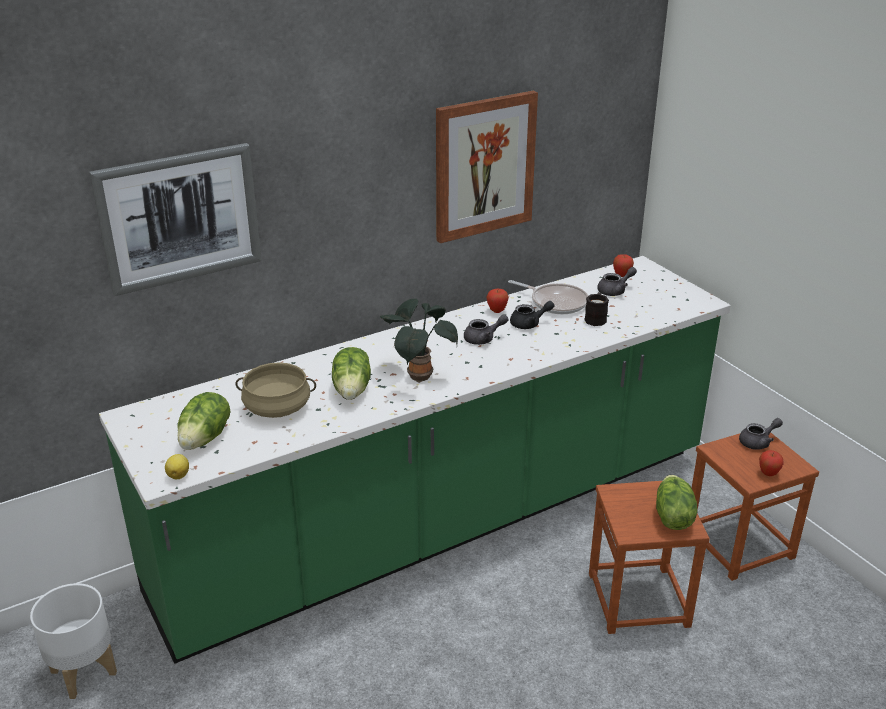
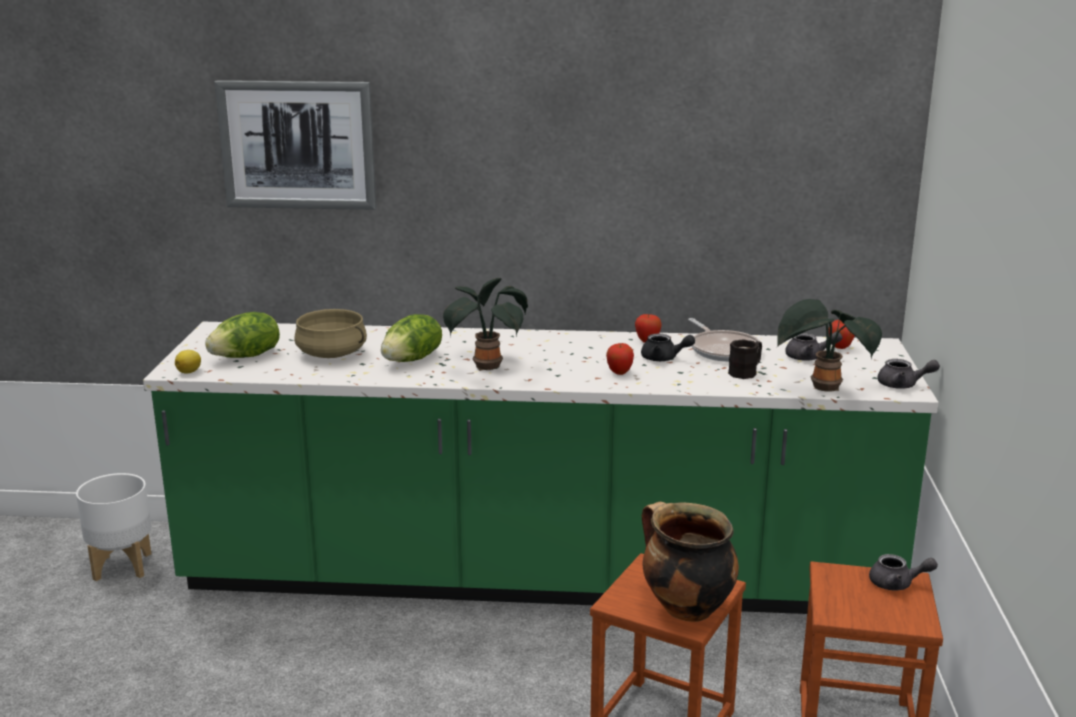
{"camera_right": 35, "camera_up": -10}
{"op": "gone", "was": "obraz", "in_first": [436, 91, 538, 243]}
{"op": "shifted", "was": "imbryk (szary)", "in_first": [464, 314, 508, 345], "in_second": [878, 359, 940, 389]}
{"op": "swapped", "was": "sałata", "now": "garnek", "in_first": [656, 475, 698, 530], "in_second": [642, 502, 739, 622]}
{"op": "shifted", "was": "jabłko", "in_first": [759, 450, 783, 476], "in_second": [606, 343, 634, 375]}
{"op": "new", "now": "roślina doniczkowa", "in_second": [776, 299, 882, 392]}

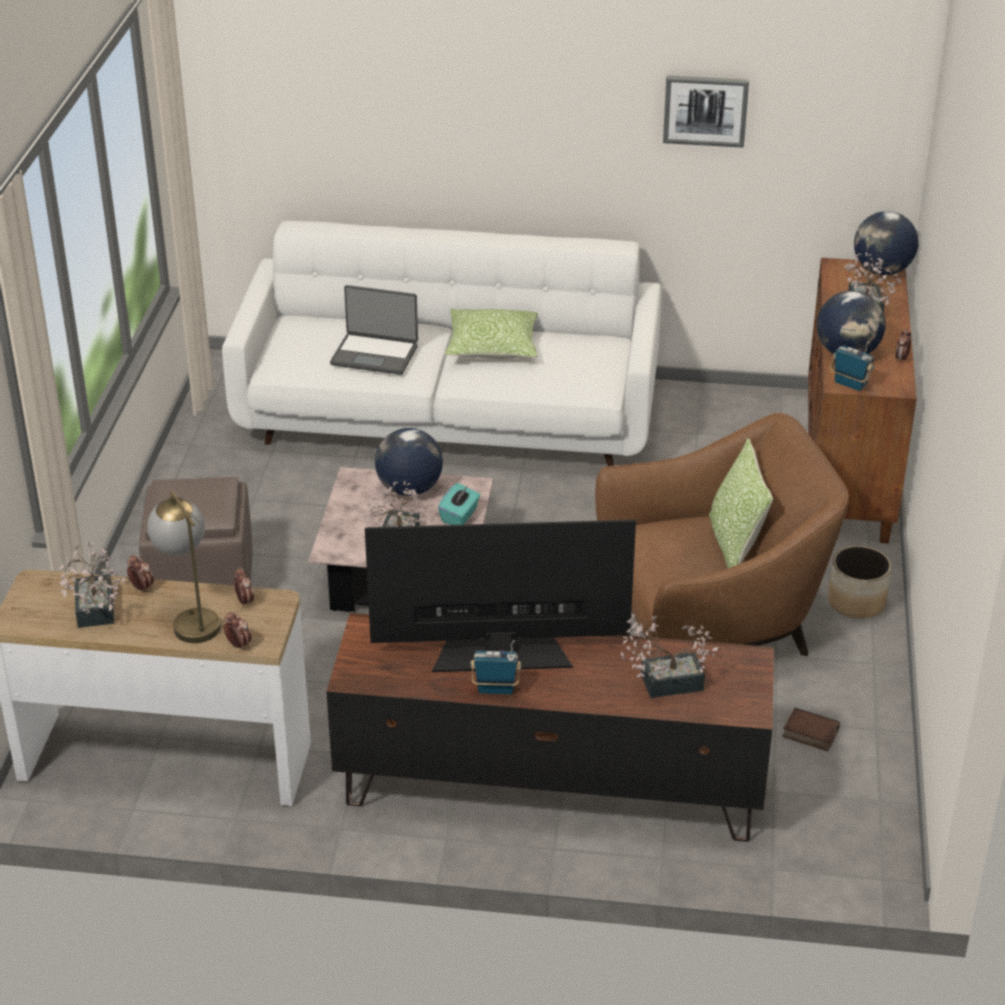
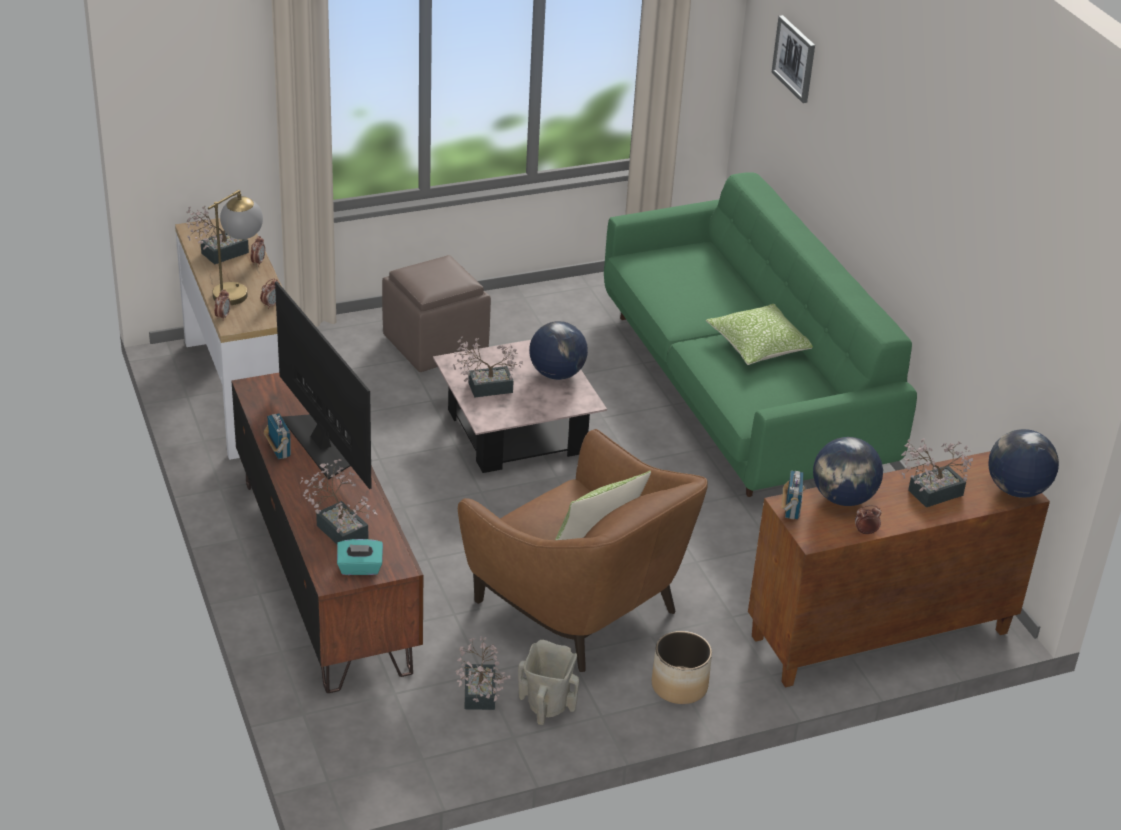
{"camera_right": 60, "camera_up": 0}
{"op": "repainted", "was": "kanapa (biały)", "now": "kanapa (zielony)", "in_first": [222, 221, 662, 466], "in_second": [604, 173, 917, 497]}
{"op": "gone", "was": "laptop", "in_first": [330, 285, 418, 375]}
{"op": "shifted", "was": "pudełko chusteczek (turkusowy)", "in_first": [438, 483, 480, 525], "in_second": [337, 539, 383, 575]}
{"op": "shifted", "was": "obraz", "in_first": [663, 76, 749, 148], "in_second": [772, 15, 815, 103]}
{"op": "swapped", "was": "książka", "now": "roślina doniczkowa", "in_first": [783, 708, 840, 751], "in_second": [455, 636, 511, 710]}
{"op": "new", "now": "wazon (beżowy)", "in_second": [518, 640, 579, 725]}

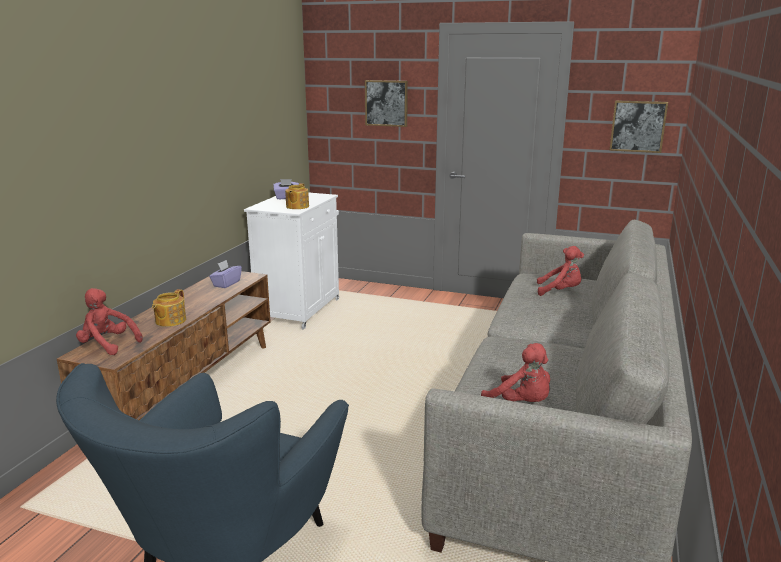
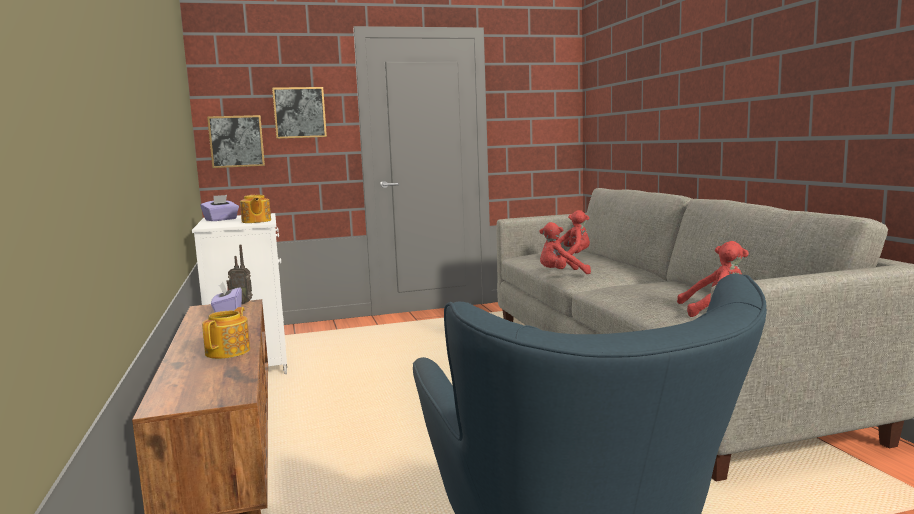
{"camera_right": -35, "camera_up": -10}
{"op": "shifted", "was": "pluszak (czerwony)", "in_first": [76, 288, 143, 355], "in_second": [539, 222, 591, 274]}
{"op": "rotated", "was": "imbryk", "in_first": [152, 289, 186, 327], "in_second": [202, 307, 250, 359], "clockwise": -150}
{"op": "shifted", "was": "obraz", "in_first": [609, 100, 668, 153], "in_second": [207, 115, 265, 168]}
{"op": "new", "now": "radio", "in_second": [226, 245, 253, 305]}

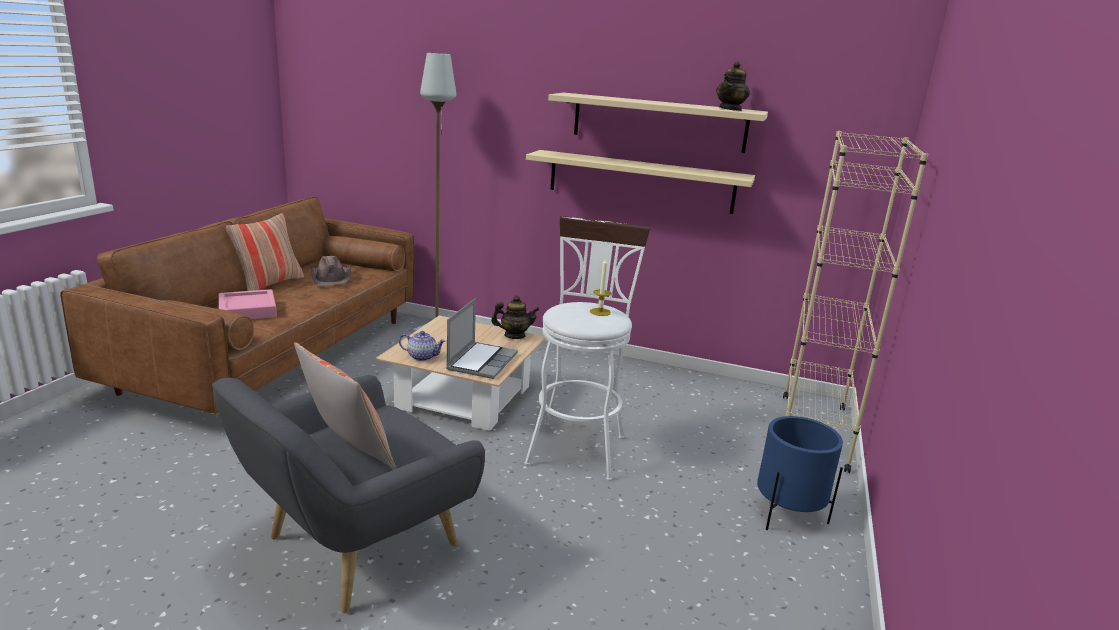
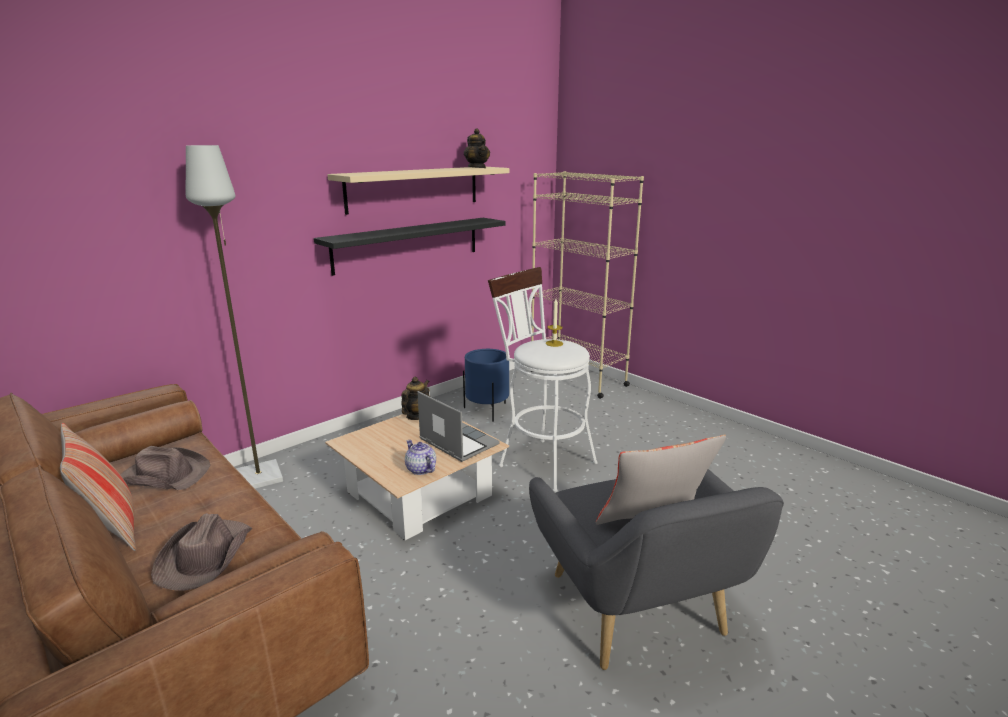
{"camera_right": -60, "camera_up": 0}
{"op": "swapped", "was": "taca (różowy)", "now": "kapelusz (brązowy)", "in_first": [219, 289, 277, 320], "in_second": [151, 513, 253, 591]}
{"op": "rotated", "was": "imbryk", "in_first": [399, 331, 445, 361], "in_second": [405, 440, 436, 475], "clockwise": -75}
{"op": "repainted", "was": "półka (beżowy)", "now": "półka (czarny)", "in_first": [526, 150, 755, 214], "in_second": [314, 218, 506, 276]}
{"op": "shifted", "was": "donica (niebieski)", "in_first": [757, 416, 843, 530], "in_second": [463, 349, 509, 422]}

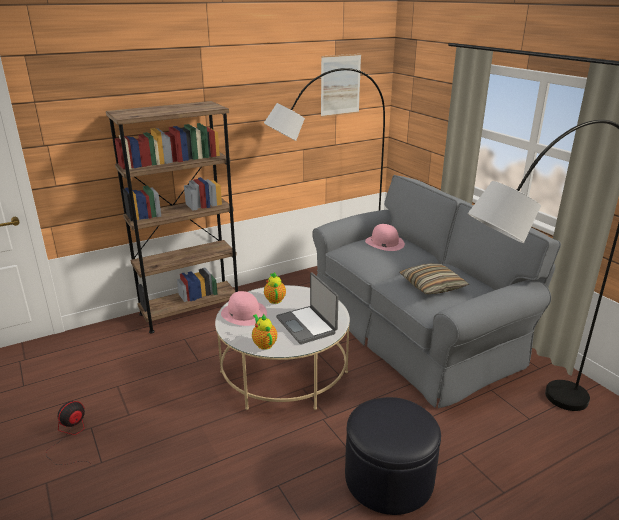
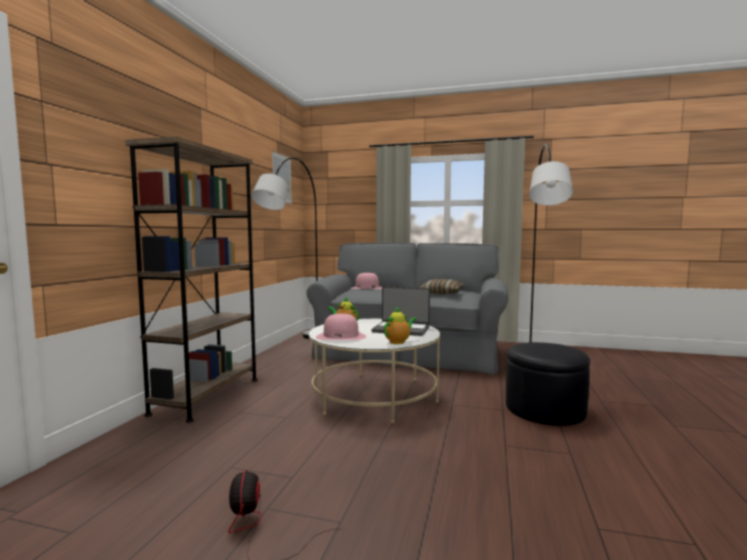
{"camera_right": -45, "camera_up": -20}
{"op": "rotated", "was": "imbryk", "in_first": [252, 313, 277, 350], "in_second": [384, 307, 417, 344], "clockwise": 120}

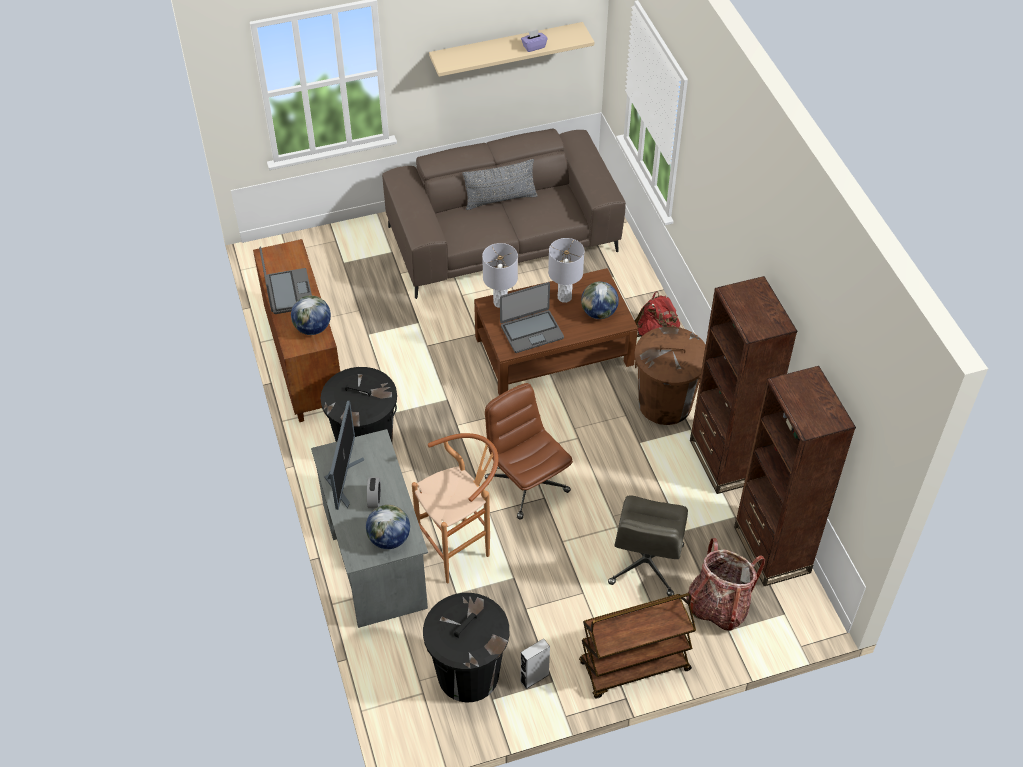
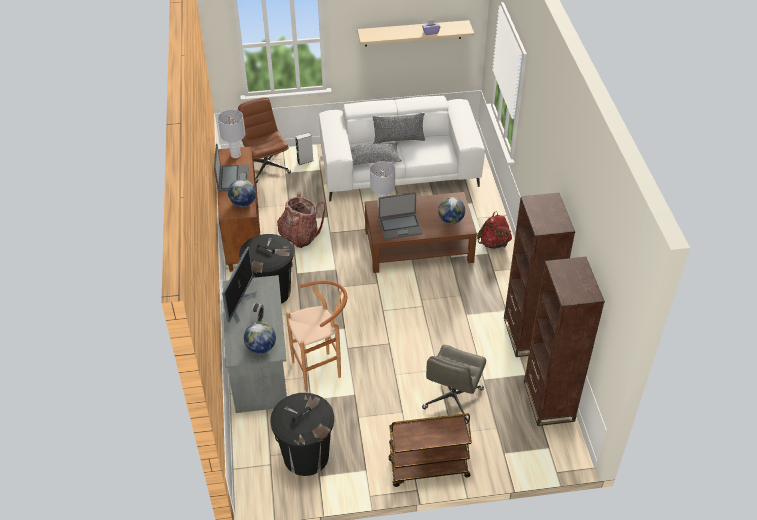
{"camera_right": 10, "camera_up": -5}
{"op": "repainted", "was": "kanapa (brązowy)", "now": "kanapa (biały)", "in_first": [382, 128, 626, 299], "in_second": [319, 96, 485, 201]}
{"op": "shifted", "was": "krzesło biurowe (brązowy)", "in_first": [485, 383, 573, 519], "in_second": [238, 97, 291, 183]}
{"op": "shifted", "was": "głośnik (szary)", "in_first": [520, 638, 550, 689], "in_second": [295, 132, 313, 165]}
{"op": "shifted", "was": "lampa stołowa (szary)", "in_first": [548, 238, 584, 303], "in_second": [218, 109, 245, 158]}
{"op": "gone", "was": "kosz na śmieci (brązowy)", "in_first": [634, 327, 706, 425]}
{"op": "shifted", "was": "plecak", "in_first": [686, 538, 765, 631], "in_second": [277, 191, 326, 248]}
{"op": "new", "now": "poduszka (szary)", "in_second": [350, 142, 402, 165]}

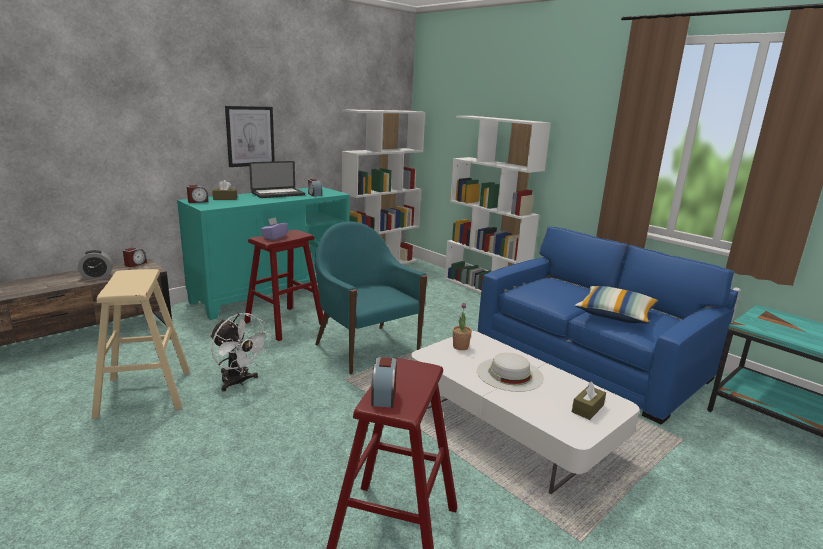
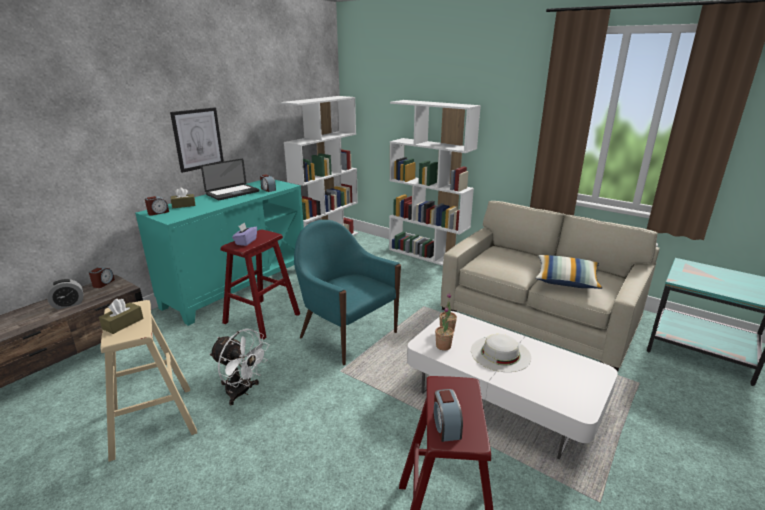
{"camera_right": -10, "camera_up": 5}
{"op": "repainted", "was": "kanapa (niebieski)", "now": "kanapa (beżowy)", "in_first": [478, 226, 738, 425], "in_second": [440, 201, 660, 371]}
{"op": "shifted", "was": "pudełko chusteczek (brązowy)", "in_first": [572, 381, 606, 420], "in_second": [99, 299, 143, 334]}
{"op": "new", "now": "roślina doniczkowa", "in_second": [435, 307, 454, 350]}

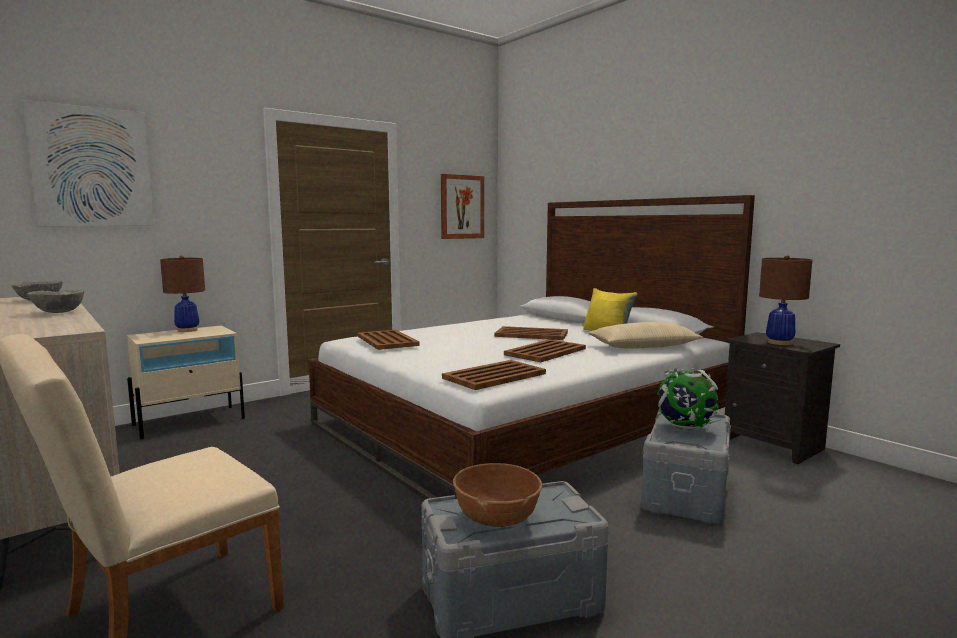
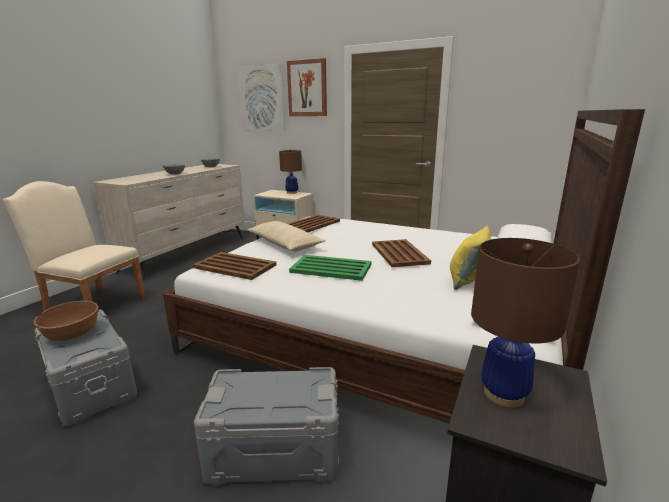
{"camera_right": 65, "camera_up": 10}
{"op": "shifted", "was": "obraz", "in_first": [441, 174, 484, 239], "in_second": [287, 58, 327, 116]}
{"op": "repainted", "was": "taca (brązowy)", "now": "taca (zielony)", "in_first": [504, 339, 586, 362], "in_second": [289, 255, 371, 281]}
{"op": "shifted", "was": "poduszka (beżowy)", "in_first": [588, 322, 703, 349], "in_second": [248, 221, 326, 251]}
{"op": "gone", "was": "globus", "in_first": [657, 368, 718, 431]}

